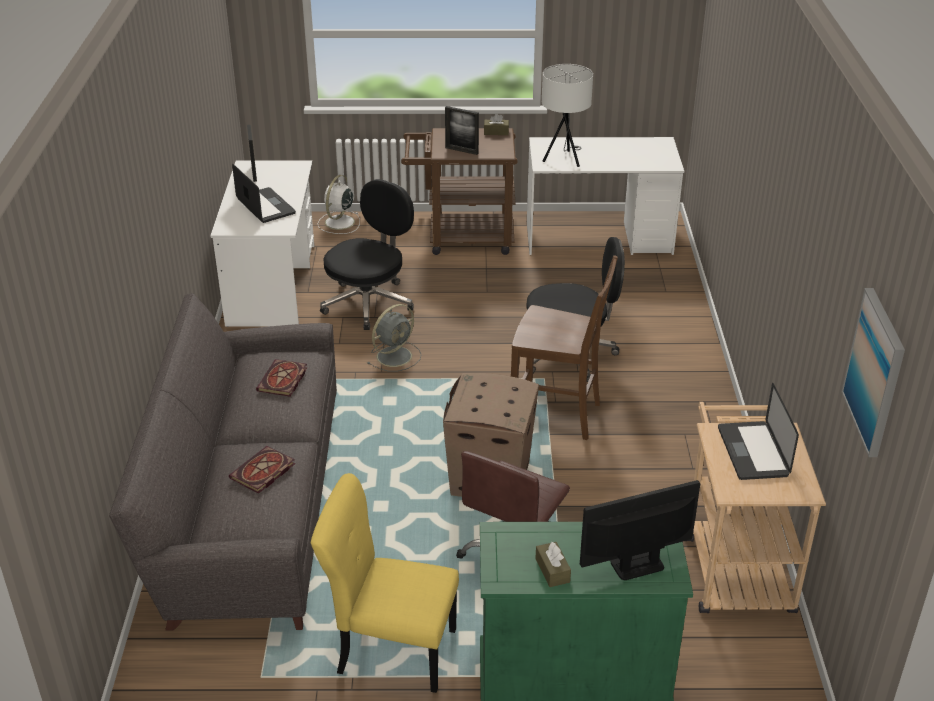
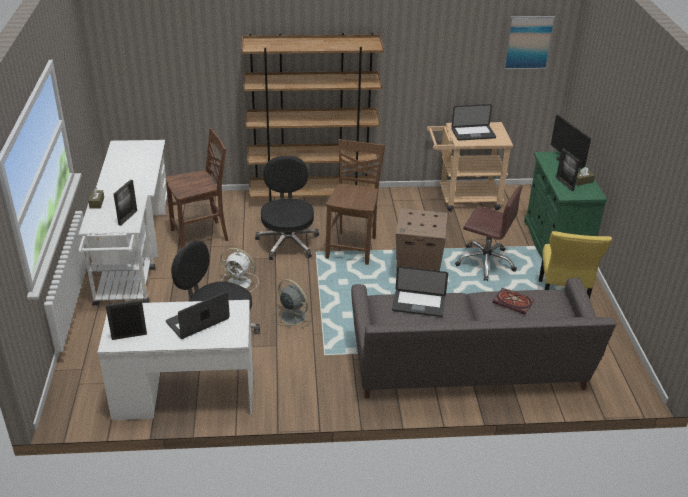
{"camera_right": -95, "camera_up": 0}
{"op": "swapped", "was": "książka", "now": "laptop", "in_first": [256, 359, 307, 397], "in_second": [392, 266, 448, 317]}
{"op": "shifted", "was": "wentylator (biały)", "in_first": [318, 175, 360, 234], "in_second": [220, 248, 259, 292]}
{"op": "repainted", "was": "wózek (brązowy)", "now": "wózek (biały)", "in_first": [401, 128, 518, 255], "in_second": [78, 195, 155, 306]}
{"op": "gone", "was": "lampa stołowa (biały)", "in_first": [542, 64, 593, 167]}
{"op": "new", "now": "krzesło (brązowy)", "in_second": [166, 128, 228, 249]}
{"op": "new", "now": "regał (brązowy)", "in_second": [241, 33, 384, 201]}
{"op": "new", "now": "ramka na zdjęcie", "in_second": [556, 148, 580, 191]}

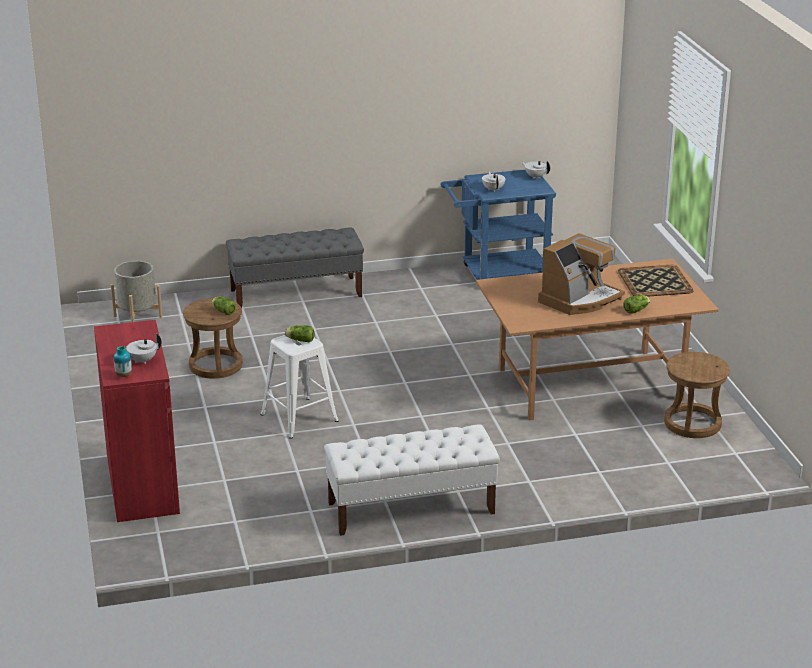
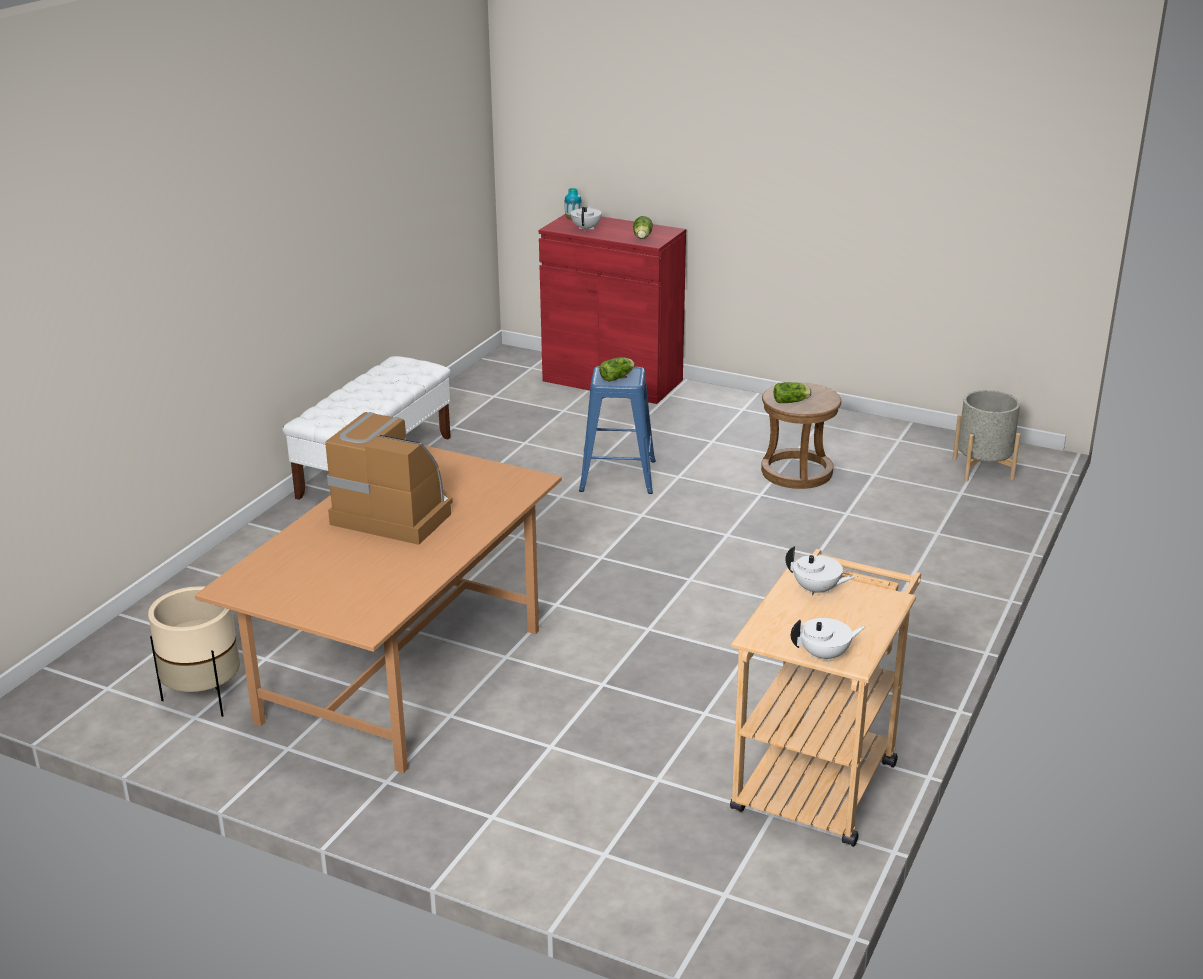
{"camera_right": 130, "camera_up": 0}
{"op": "gone", "was": "ławka (szary)", "in_first": [226, 228, 364, 308]}
{"op": "repainted", "was": "stołek (biały)", "now": "stołek (niebieski)", "in_first": [261, 335, 339, 439], "in_second": [579, 366, 656, 494]}
{"op": "repainted", "was": "wózek (niebieski)", "now": "wózek (beżowy)", "in_first": [441, 170, 556, 280], "in_second": [730, 549, 921, 847]}
{"op": "rotated", "was": "ekspres do kawy", "in_first": [538, 233, 625, 315], "in_second": [325, 412, 453, 545], "clockwise": 120}
{"op": "gone", "was": "taca", "in_first": [618, 265, 694, 296]}
{"op": "shifted", "was": "sałata", "in_first": [623, 295, 650, 314], "in_second": [633, 216, 653, 239]}
{"op": "swapped", "was": "stołek (brązowy)", "now": "donica (beżowy)", "in_first": [664, 352, 730, 438], "in_second": [148, 586, 240, 717]}

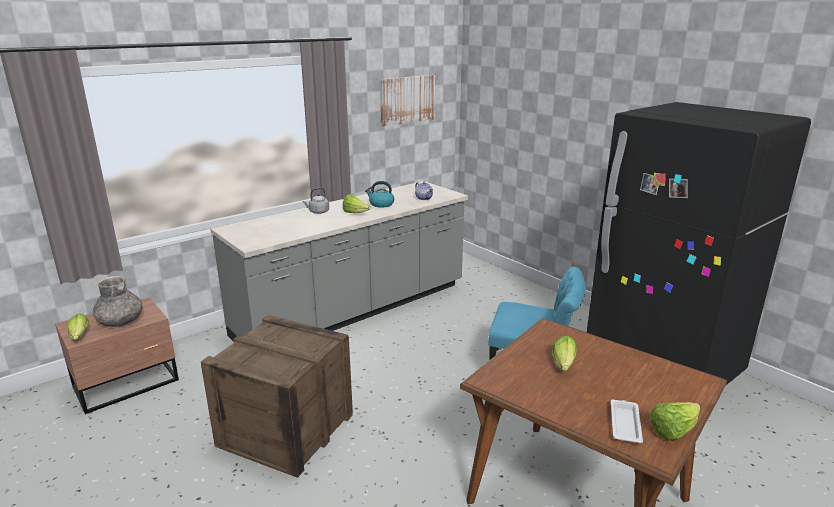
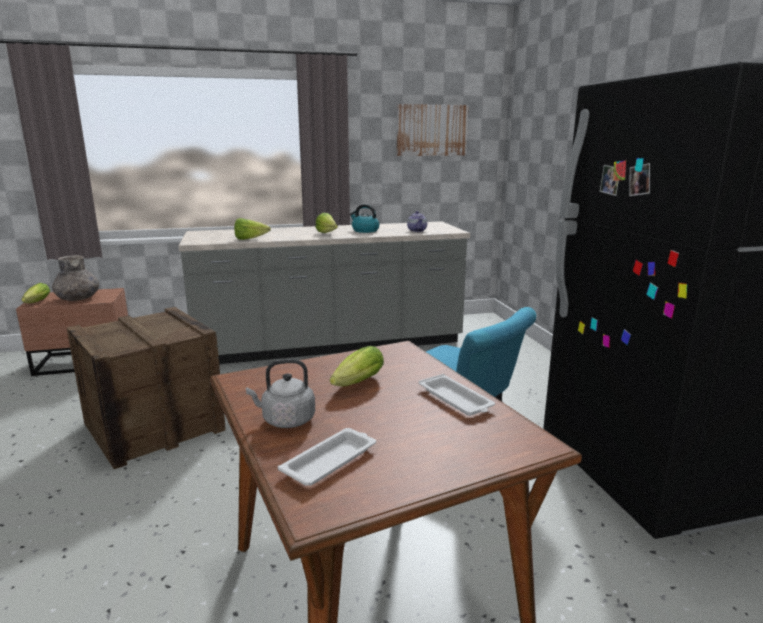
{"camera_right": 25, "camera_up": -5}
{"op": "shifted", "was": "czajnik (szary)", "in_first": [303, 188, 329, 214], "in_second": [246, 359, 315, 428]}
{"op": "shifted", "was": "sałata", "in_first": [650, 402, 700, 440], "in_second": [234, 218, 271, 240]}
{"op": "new", "now": "taca (biały)", "in_second": [419, 374, 495, 416]}

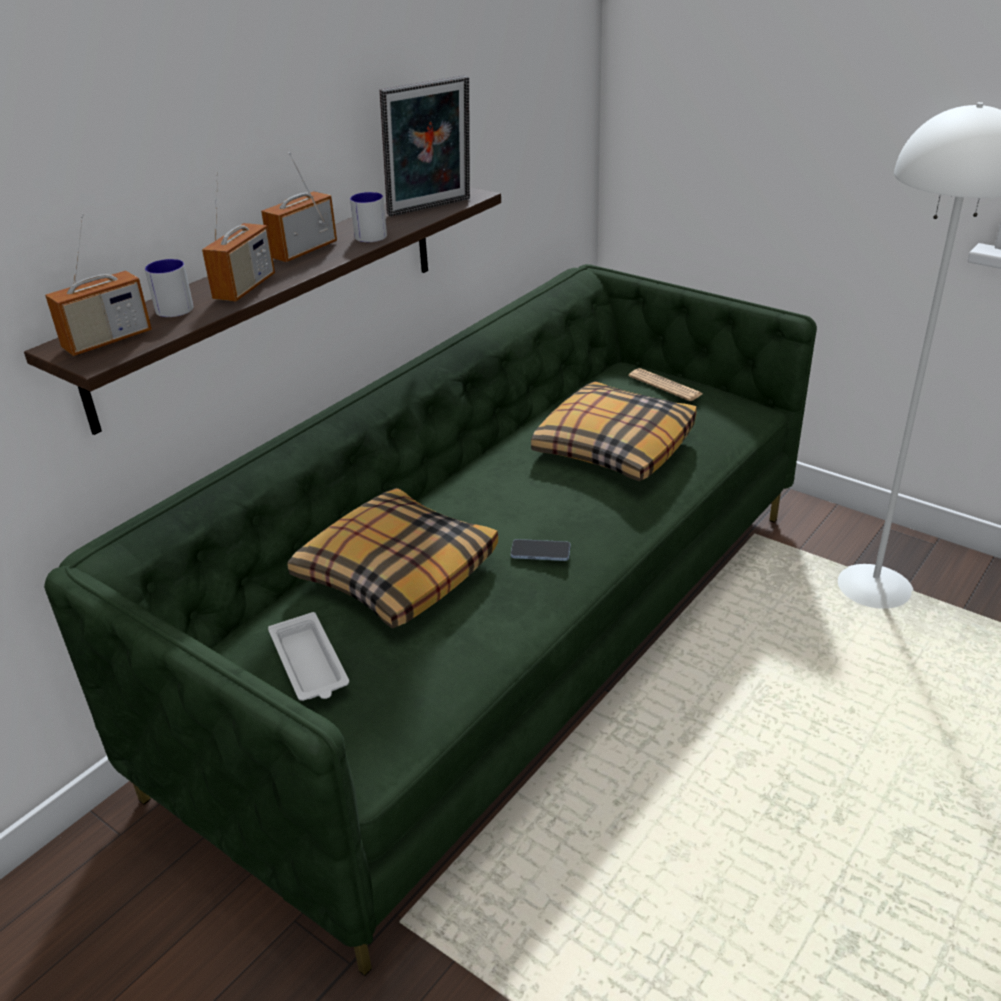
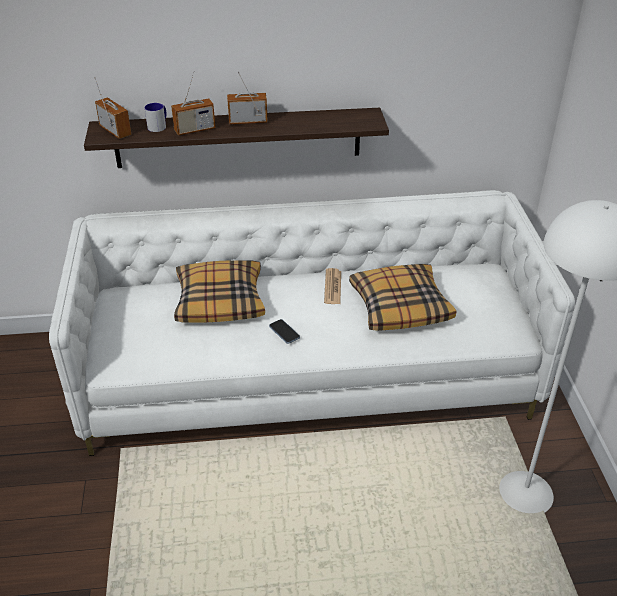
{"camera_right": 45, "camera_up": 5}
{"op": "repainted", "was": "kanapa (zielony)", "now": "kanapa (biały)", "in_first": [44, 264, 817, 976], "in_second": [49, 190, 575, 456]}
{"op": "rotated", "was": "radio", "in_first": [45, 214, 152, 356], "in_second": [94, 77, 132, 139], "clockwise": -135}
{"op": "gone", "was": "taca (biały)", "in_first": [268, 612, 349, 701]}
{"op": "gone", "was": "kubek", "in_first": [350, 192, 387, 242]}
{"op": "gone", "was": "ramka na zdjęcie", "in_first": [379, 75, 470, 216]}
{"op": "shifted", "was": "gazeta", "in_first": [629, 368, 703, 401], "in_second": [324, 268, 341, 304]}

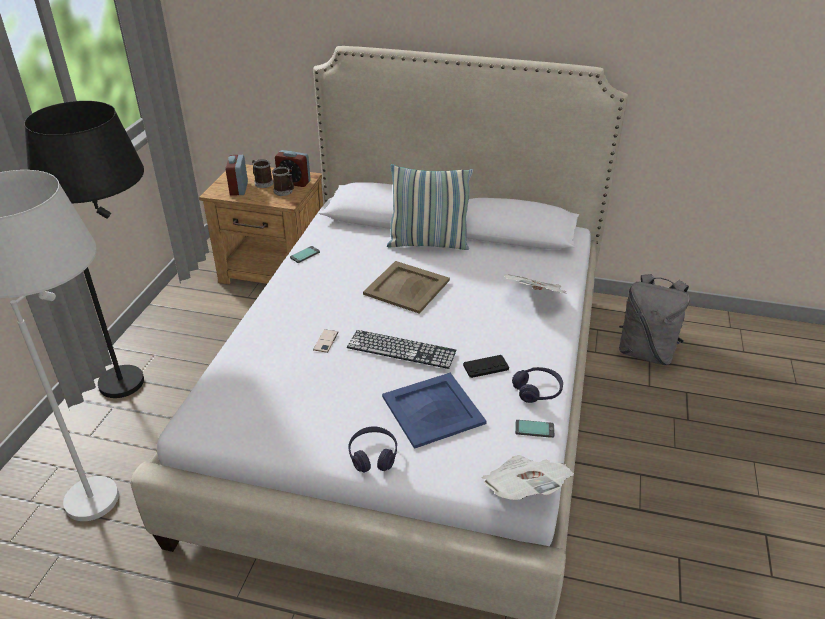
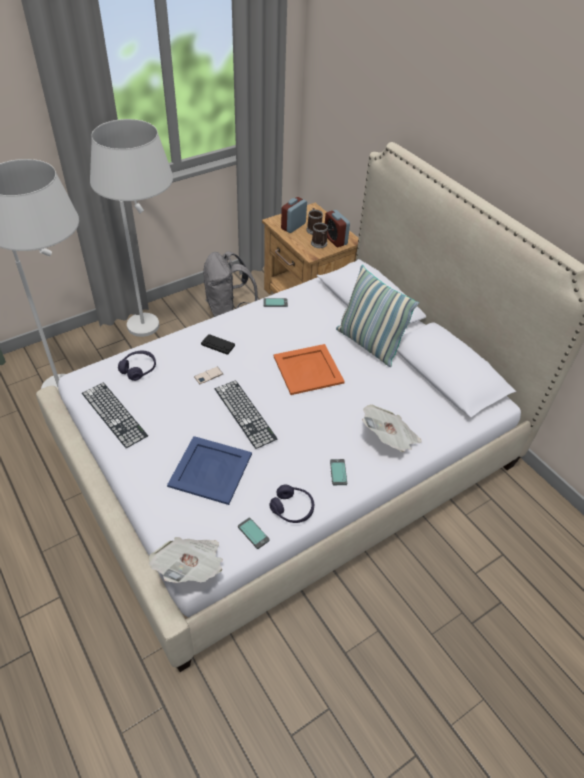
{"camera_right": 40, "camera_up": 10}
{"op": "repainted", "was": "lampa stojąca (czarny)", "now": "lampa stojąca (biały)", "in_first": [24, 101, 144, 398], "in_second": [90, 119, 173, 337]}
{"op": "shifted", "was": "słuchawki (fioletowy)", "in_first": [348, 426, 397, 473], "in_second": [118, 351, 156, 381]}
{"op": "repainted", "was": "taca (beżowy)", "now": "taca (pomarańczowy)", "in_first": [363, 261, 450, 314], "in_second": [273, 344, 345, 395]}
{"op": "shifted", "was": "pad do gier (czarny)", "in_first": [463, 355, 509, 378], "in_second": [201, 334, 235, 354]}
{"op": "shifted", "was": "plecak (szary)", "in_first": [619, 274, 690, 365], "in_second": [203, 251, 258, 317]}
{"op": "new", "now": "klawiatura", "in_second": [82, 383, 148, 448]}
{"op": "new", "now": "telefon", "in_second": [330, 459, 347, 485]}

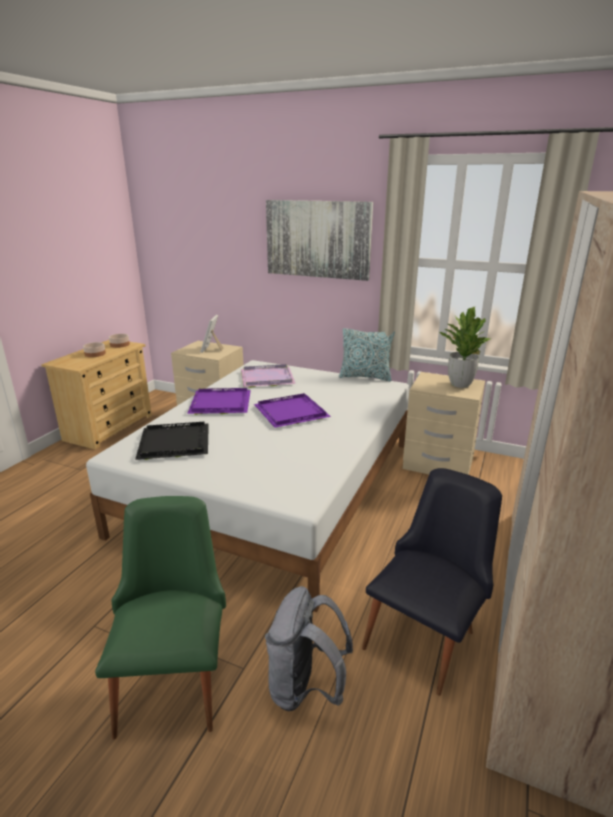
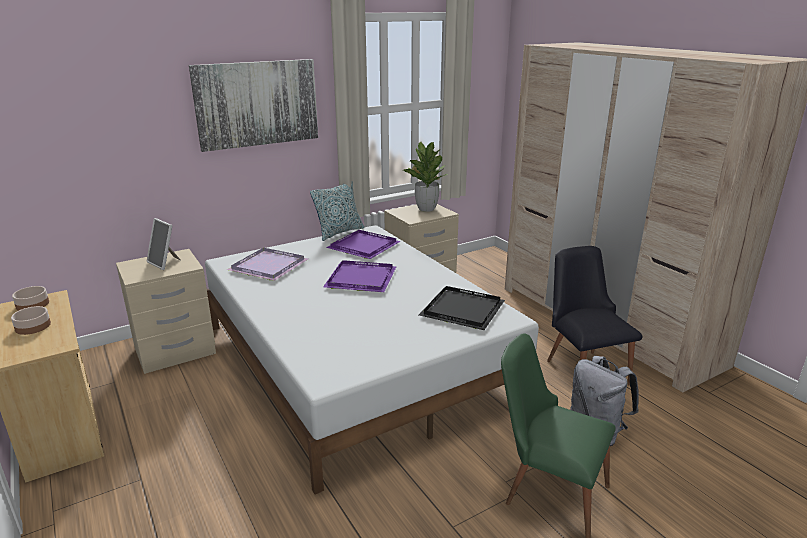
{"camera_right": -55, "camera_up": 0}
{"op": "shifted", "was": "taca (czarny)", "in_first": [135, 422, 209, 460], "in_second": [419, 286, 505, 330]}
{"op": "shifted", "was": "taca (fioletowy)", "in_first": [187, 388, 251, 415], "in_second": [326, 230, 401, 259]}

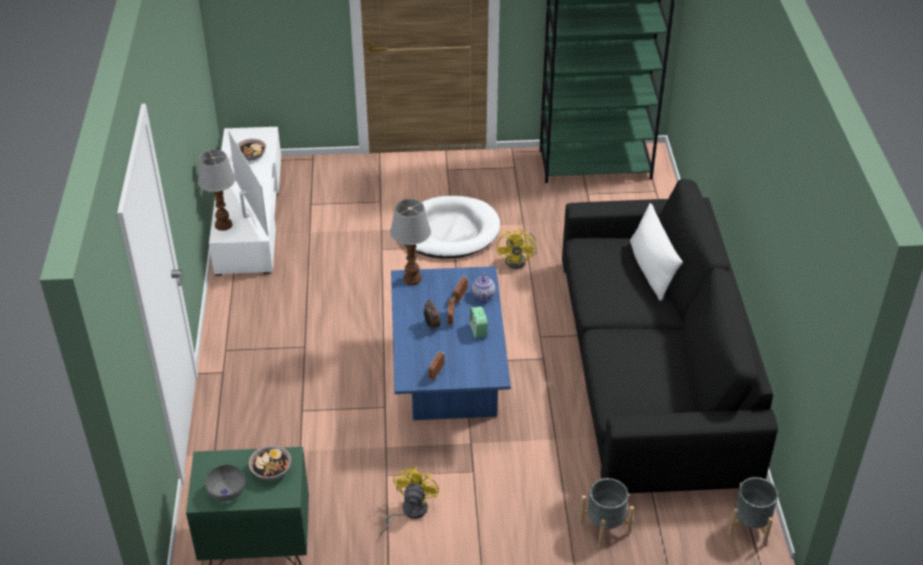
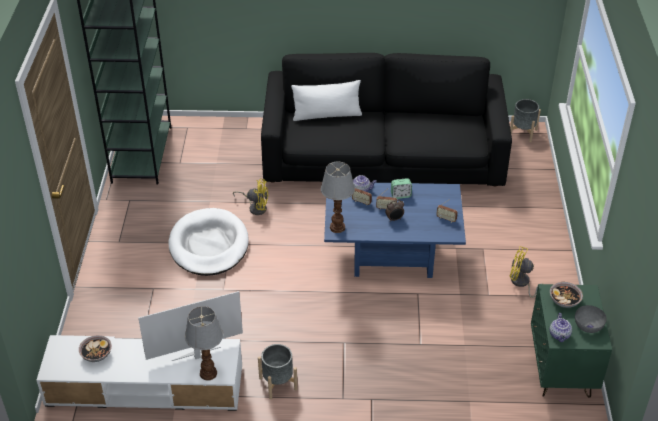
{"camera_right": -85, "camera_up": 0}
{"op": "shifted", "was": "donica (szary)", "in_first": [579, 478, 634, 548], "in_second": [258, 344, 298, 399]}
{"op": "new", "now": "imbryk", "in_second": [550, 313, 572, 342]}

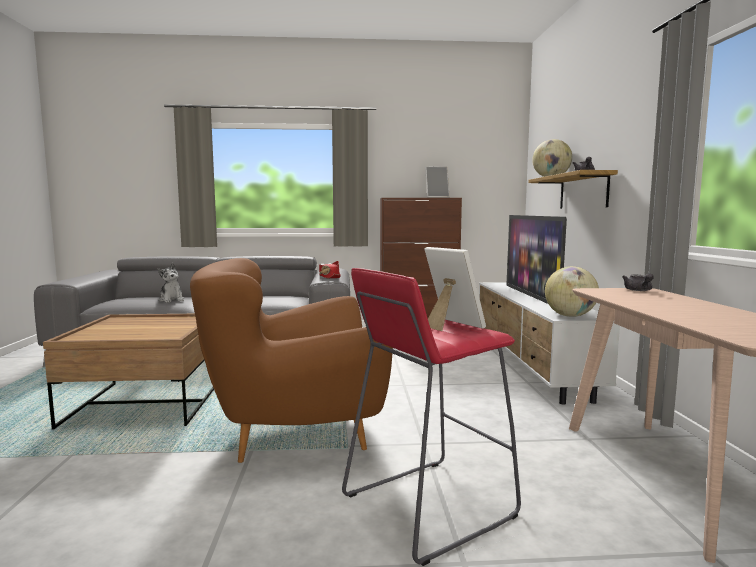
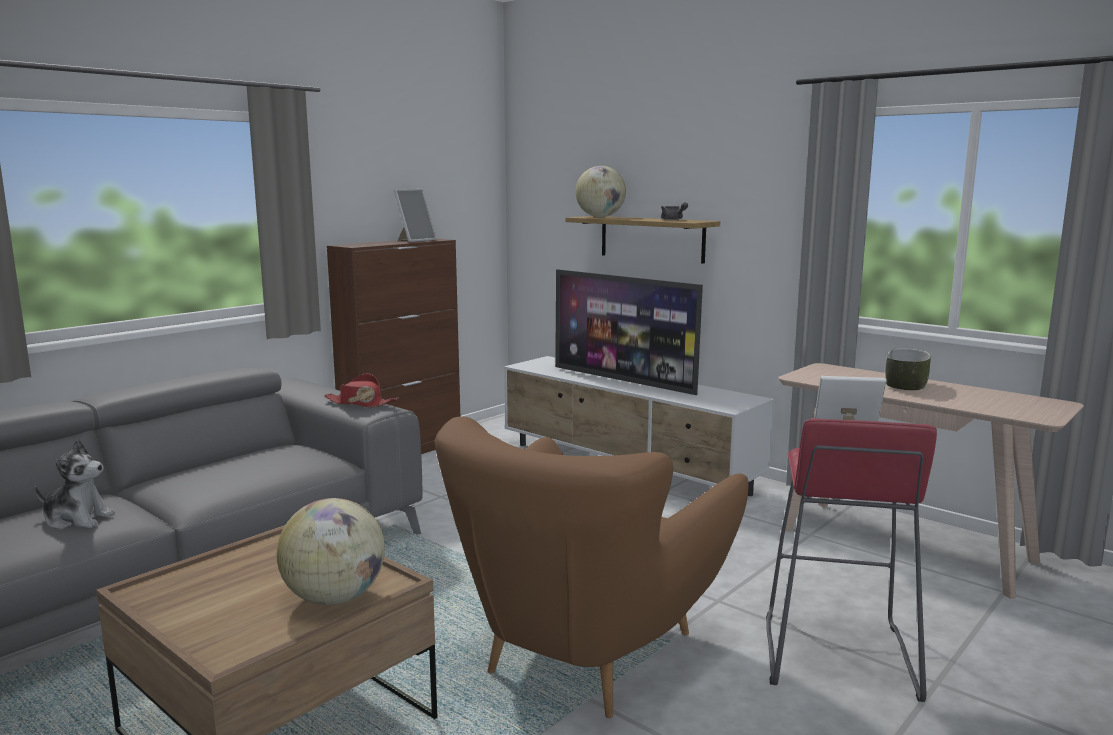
{"camera_right": -45, "camera_up": 5}
{"op": "shifted", "was": "globus", "in_first": [545, 266, 599, 317], "in_second": [277, 498, 385, 605]}
{"op": "gone", "was": "imbryk (szary)", "in_first": [622, 273, 654, 291]}
{"op": "new", "now": "miska", "in_second": [886, 348, 931, 390]}

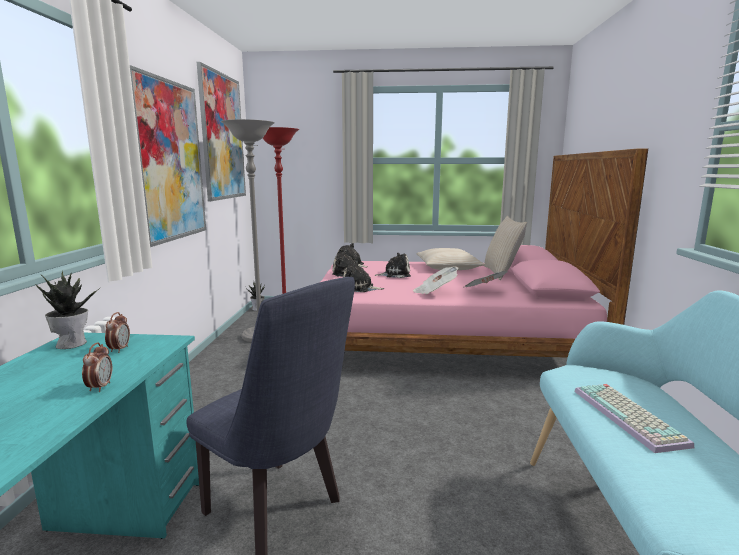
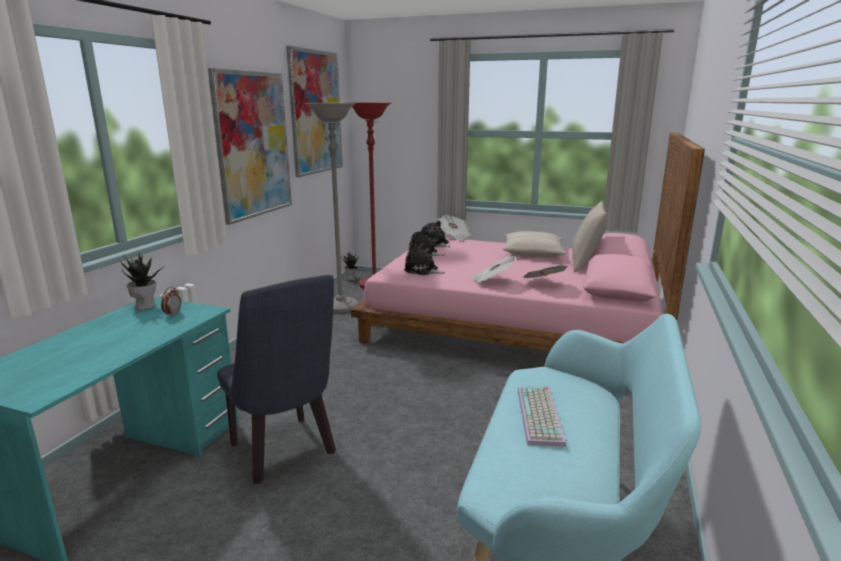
{"camera_right": 15, "camera_up": 5}
{"op": "gone", "was": "budzik", "in_first": [82, 342, 112, 392]}
{"op": "gone", "was": "pluszak", "in_first": [374, 253, 411, 278]}
{"op": "new", "now": "gazeta", "in_second": [438, 215, 471, 240]}

